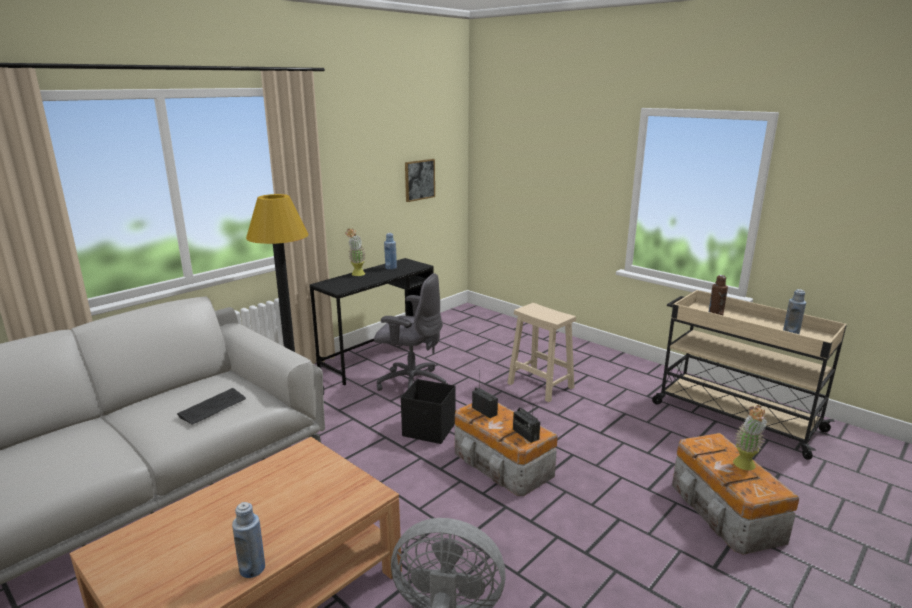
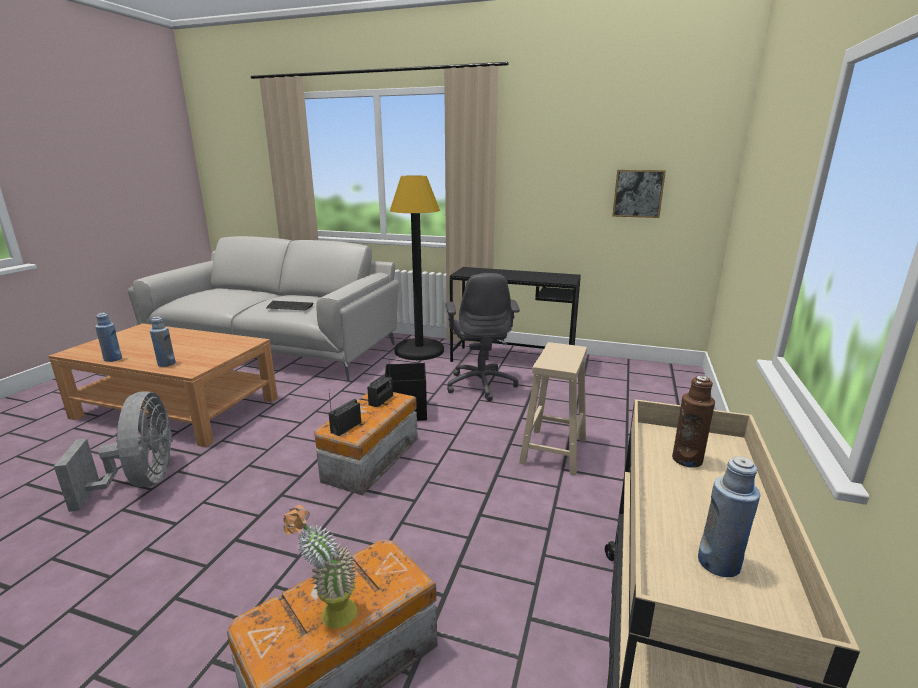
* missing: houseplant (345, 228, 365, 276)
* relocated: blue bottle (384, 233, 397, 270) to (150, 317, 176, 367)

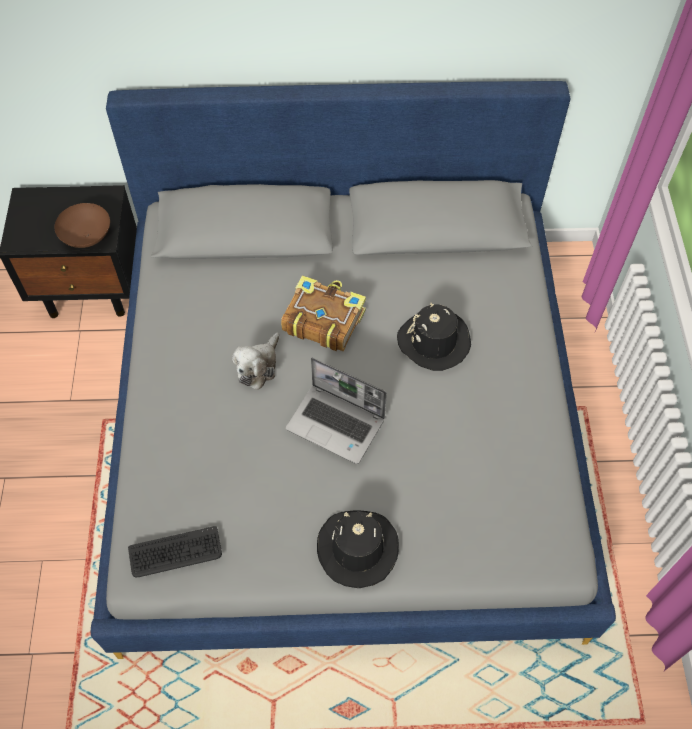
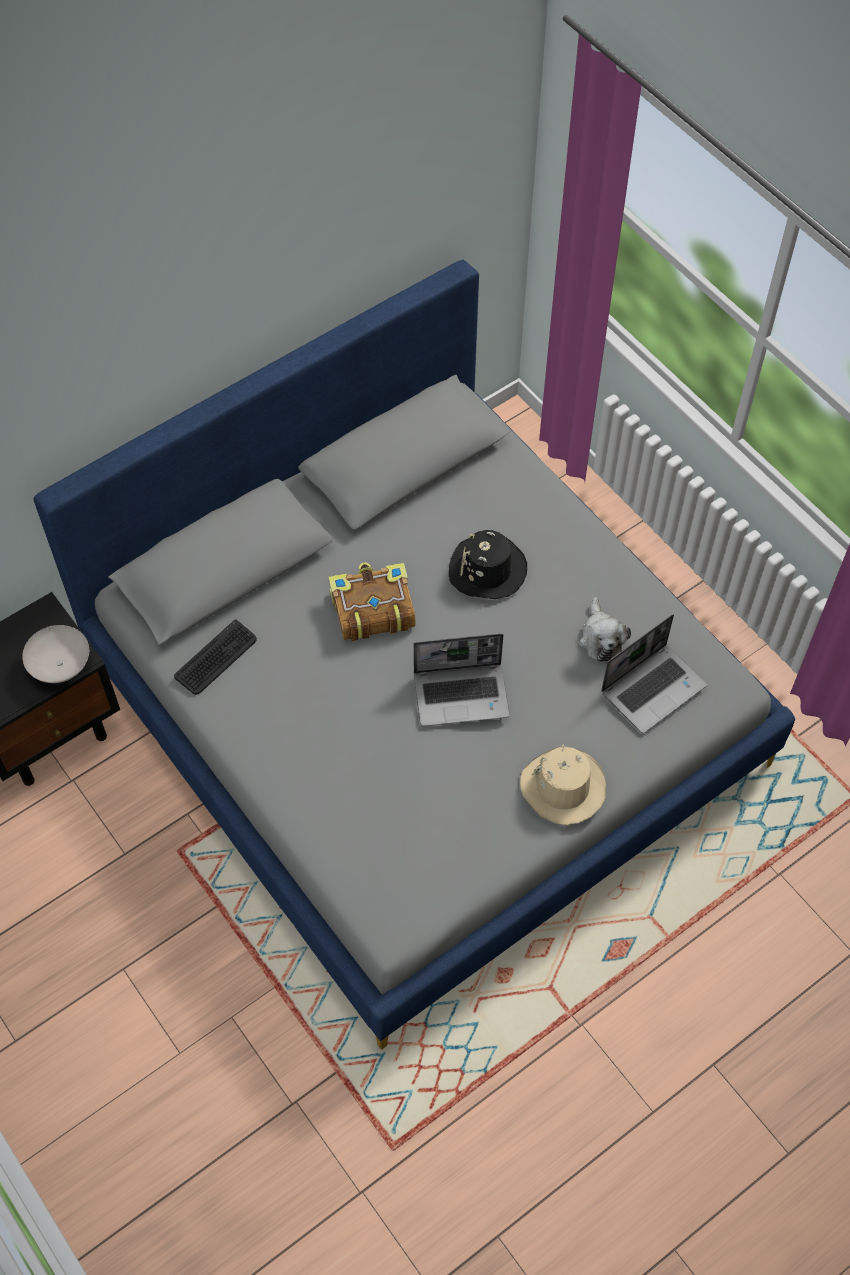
* appeared: portable computer (601, 614, 707, 733)
* relocated: keyboard (128, 526, 222, 577) to (174, 620, 257, 695)
* relocated: plush toy (232, 333, 279, 390) to (579, 597, 631, 662)
* colour: brown-coloured bowl (54, 203, 110, 248) to whitish bowl (22, 625, 89, 683)
* colour: blackish clothing hat (317, 511, 399, 588) to beige-coloured clothing hat (520, 744, 606, 825)

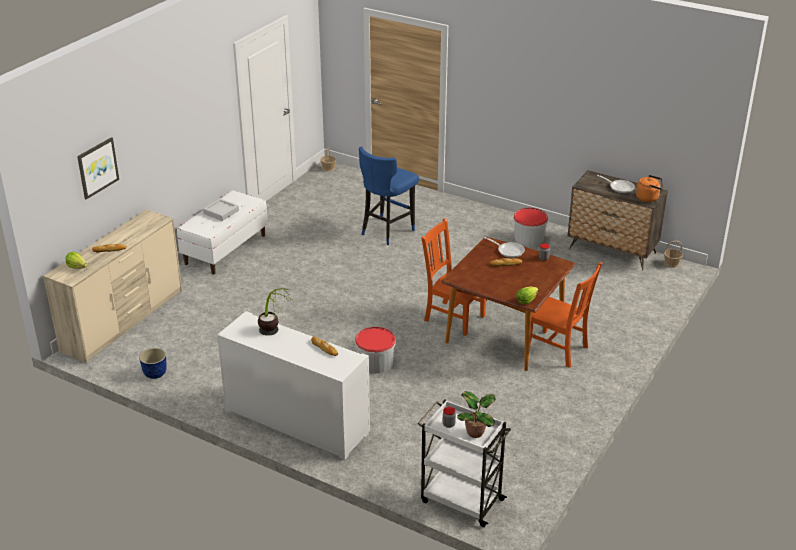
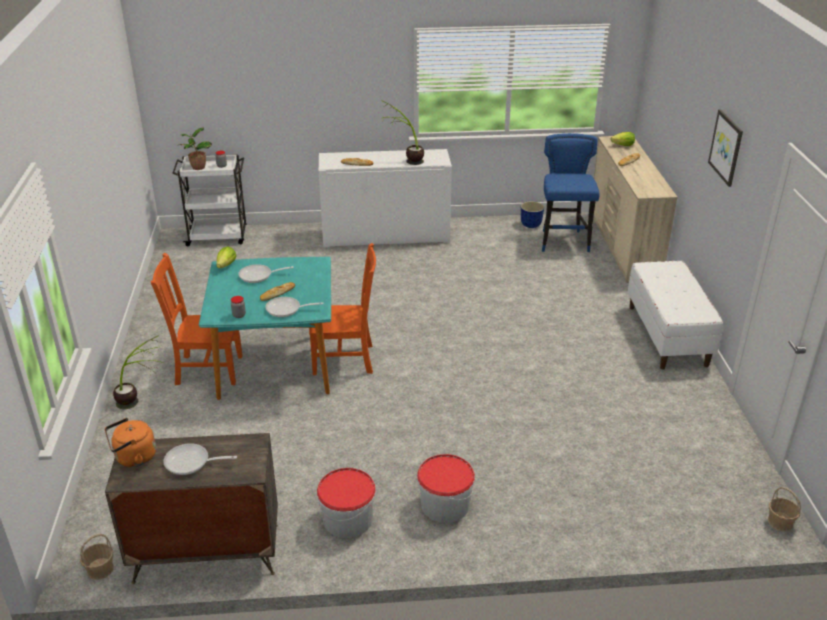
* missing: gray carrying tray (203, 199, 239, 221)
* appeared: houseplant (113, 335, 163, 409)
* appeared: skillet (238, 264, 293, 283)
* relocated: wall picture (77, 137, 119, 199) to (708, 109, 743, 187)
* relocated: water bucket (355, 327, 396, 374) to (417, 454, 475, 523)
* relocated: blue stool seat (359, 147, 419, 245) to (542, 133, 600, 252)
* colour: brown-coloured kitchen table (441, 237, 575, 371) to turquoise-coloured kitchen table (199, 257, 331, 400)

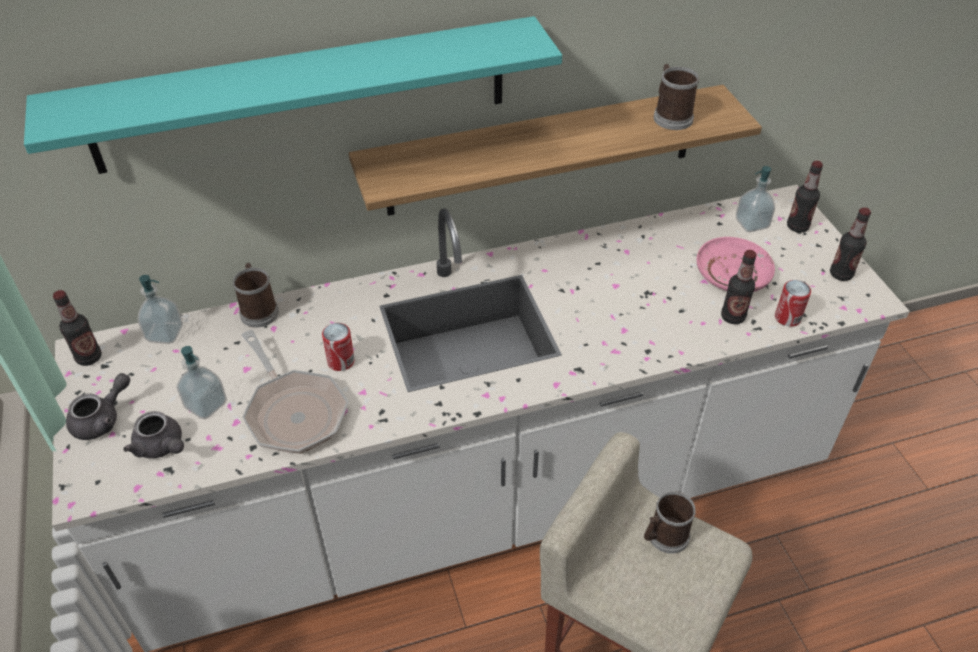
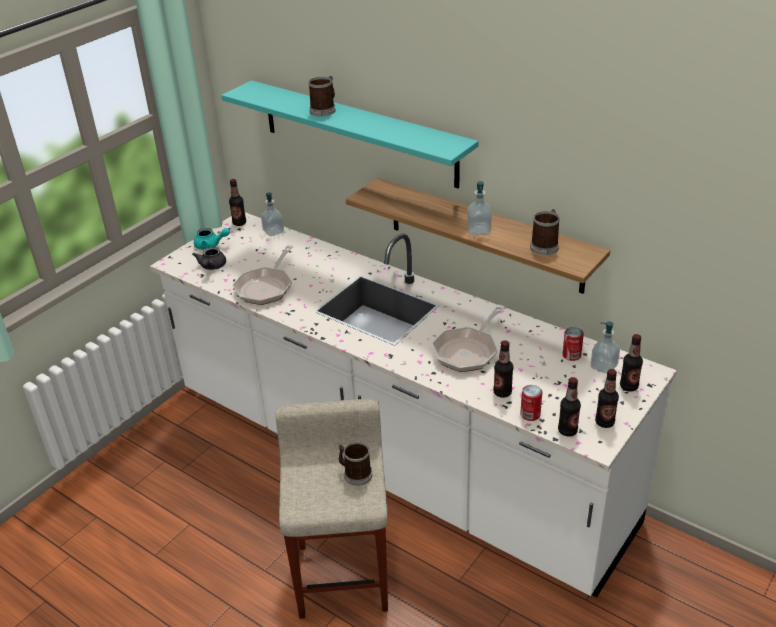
* missing: pink-coloured dinner plate (697, 237, 775, 292)
* appeared: skillet (432, 305, 505, 372)
* appeared: bottle (558, 377, 581, 436)
* relocated: liquid soap bottle (176, 346, 227, 419) to (467, 181, 492, 235)
* relocated: tea mug (233, 263, 279, 327) to (308, 76, 335, 116)
* relocated: sealed can (322, 323, 355, 371) to (562, 327, 584, 361)
* colour: gray tea pot (66, 373, 130, 440) to turquoise-coloured tea pot (194, 228, 230, 250)

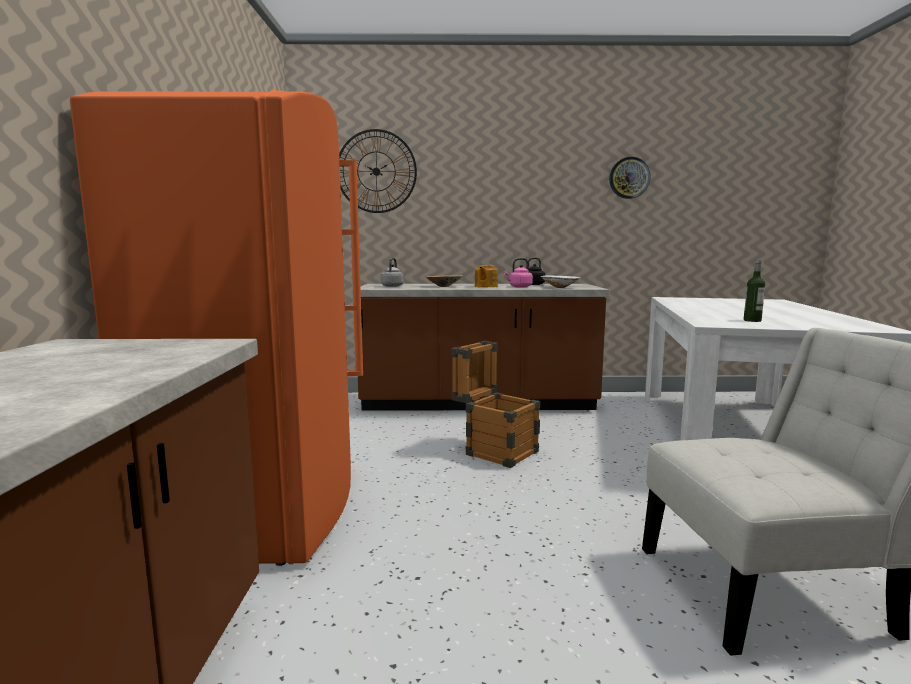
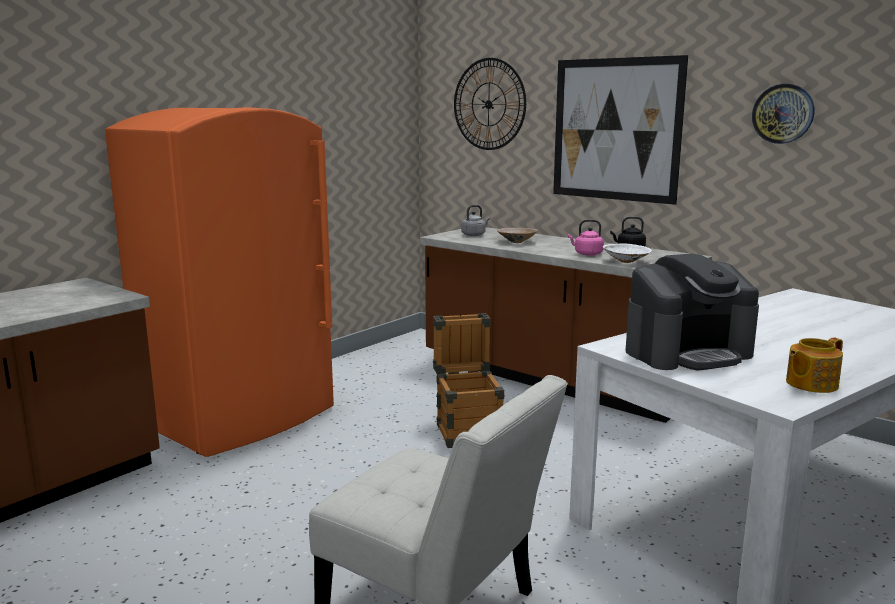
* appeared: wall picture (553, 55, 688, 205)
* relocated: tea pot (475, 265, 498, 287) to (786, 337, 843, 393)
* exchanged: bottle (744, 260, 765, 322) to coffee machine (626, 253, 759, 371)

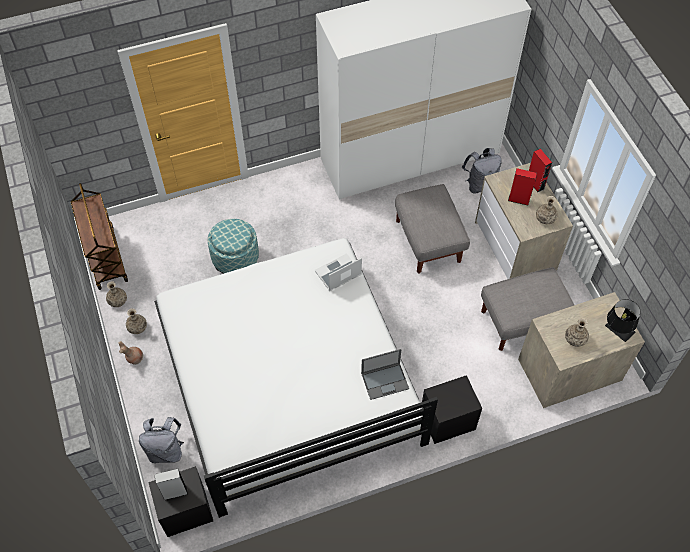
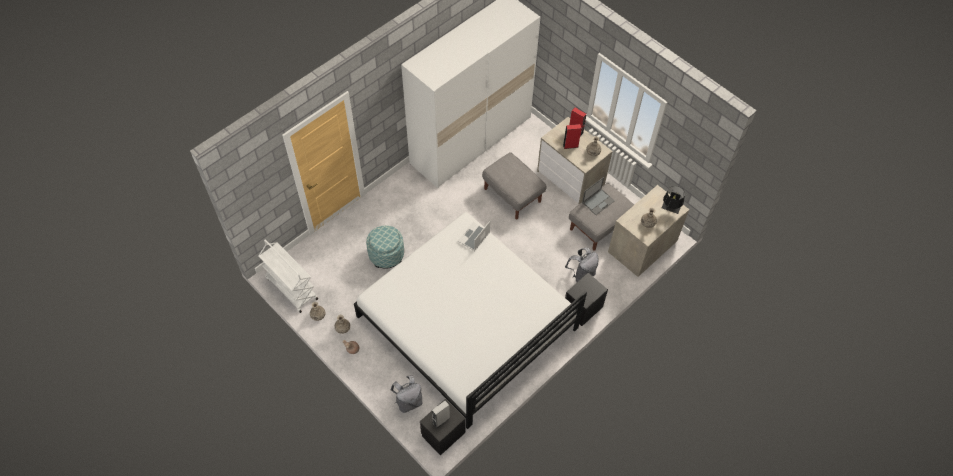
* relocated: portable computer (361, 349, 409, 400) to (582, 177, 615, 215)
* relocated: gray rucksack (462, 148, 502, 194) to (565, 247, 599, 282)
* colour: brown-coloured wheeled cart (71, 183, 128, 290) to whitish wheeled cart (259, 240, 318, 313)

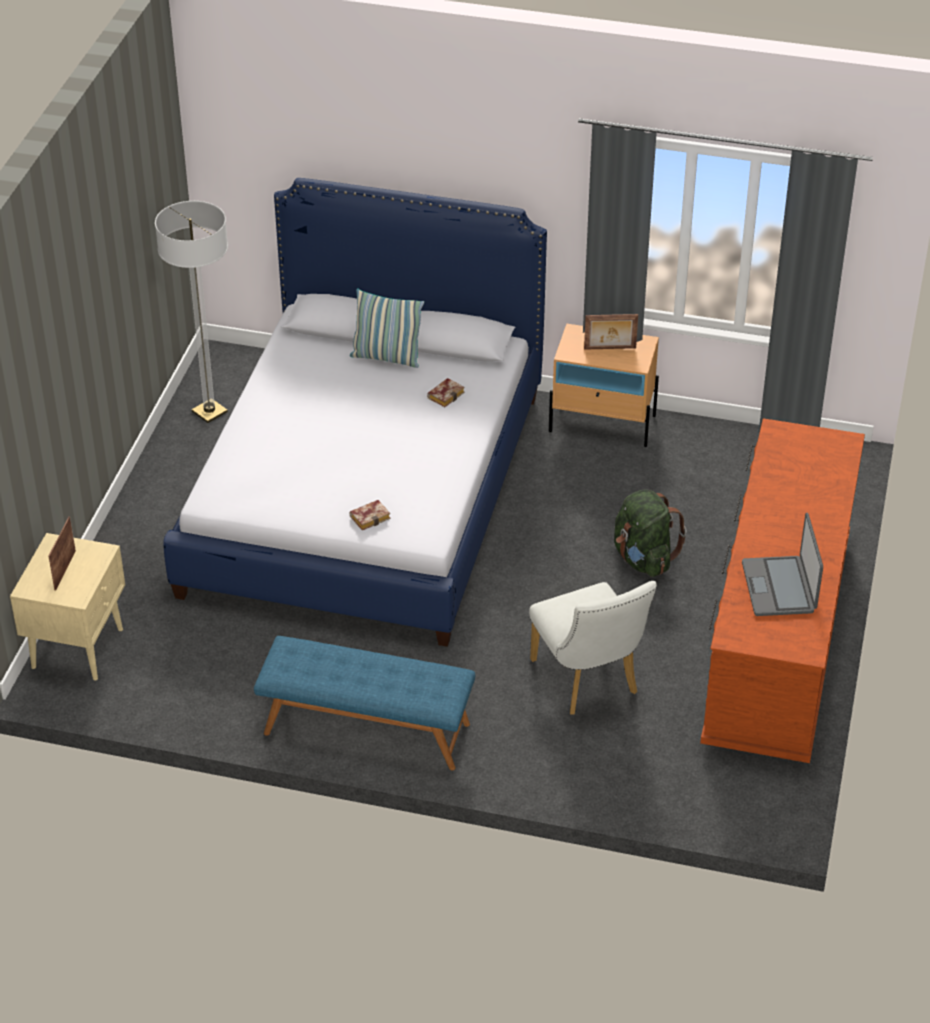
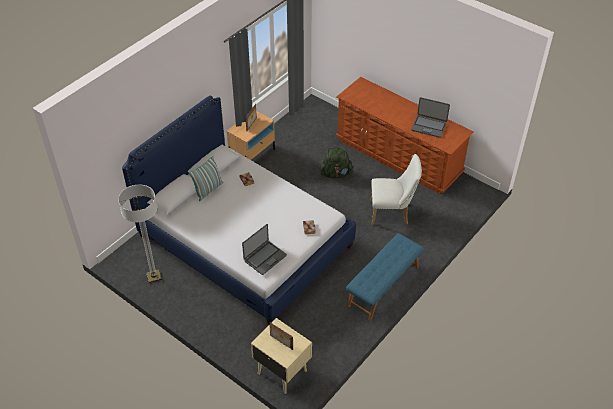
* appeared: portable computer (242, 224, 287, 275)

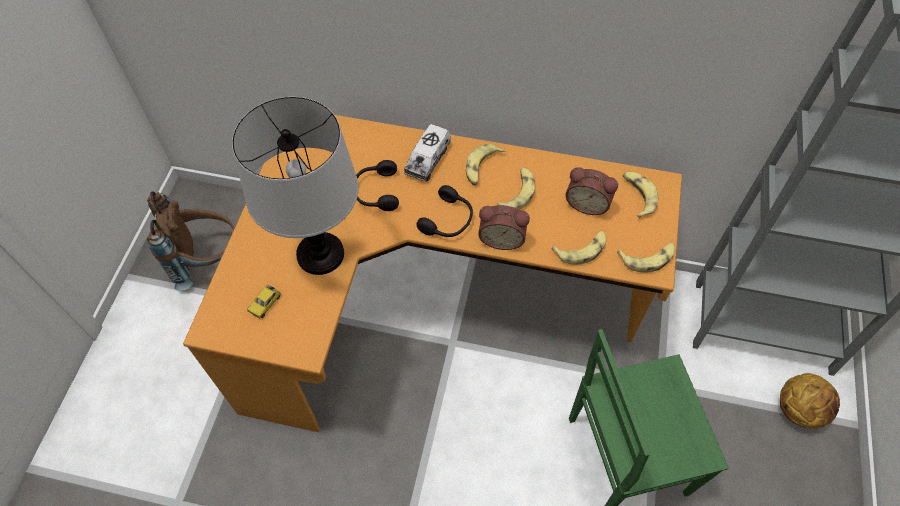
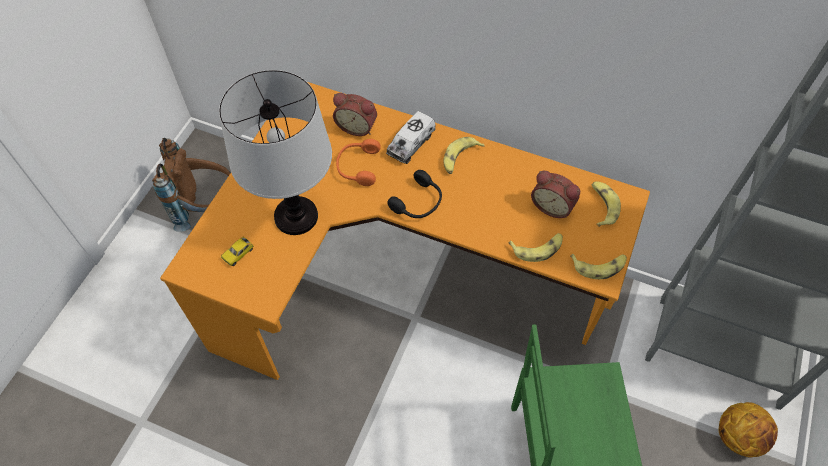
* missing: banana fruit (497, 168, 535, 210)
* relocated: table clock (478, 205, 530, 250) to (333, 93, 377, 136)
* colour: blackish pair of headphones (356, 160, 399, 211) to orange-coloured pair of headphones (336, 139, 381, 186)

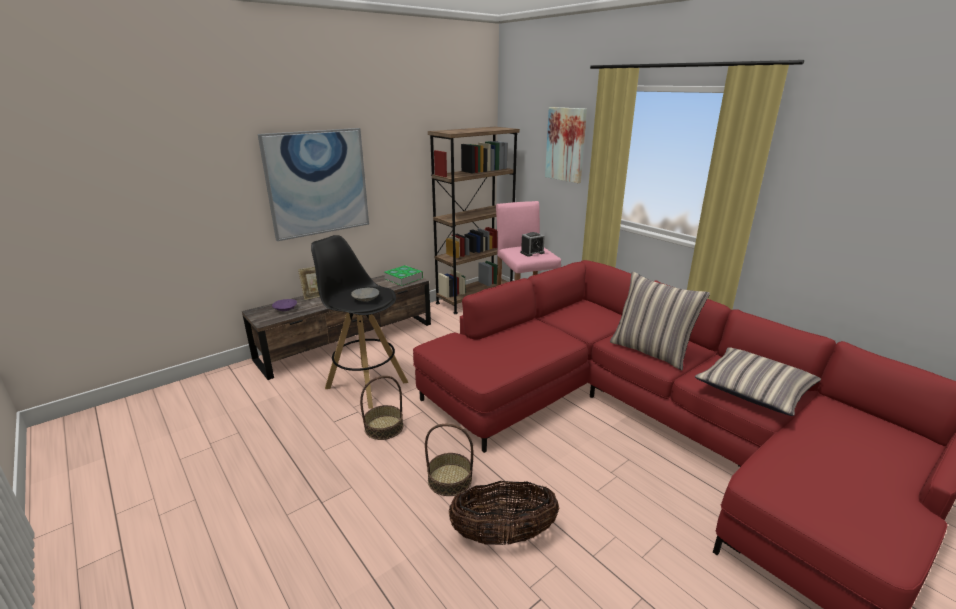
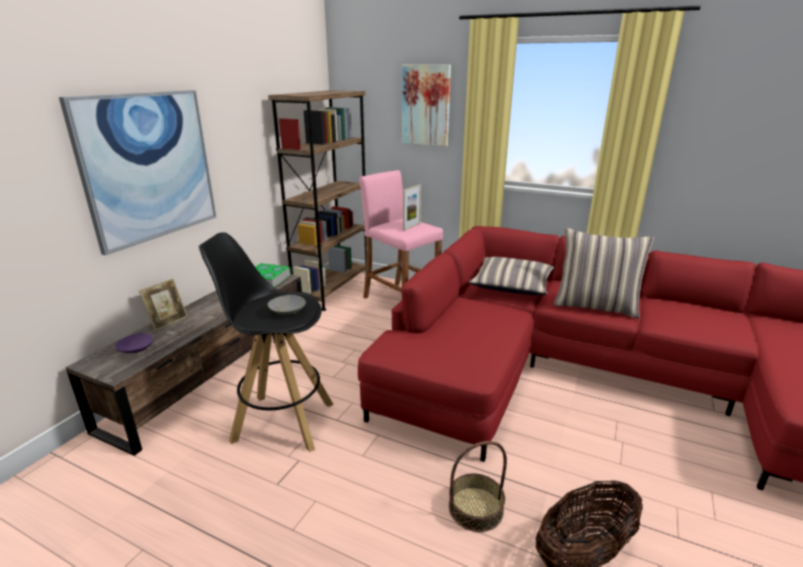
* missing: storage basket (360, 376, 403, 440)
* relocated: pillow (695, 347, 821, 416) to (469, 257, 554, 295)
* exchanged: table clock (520, 232, 545, 257) to photo frame (403, 185, 421, 231)

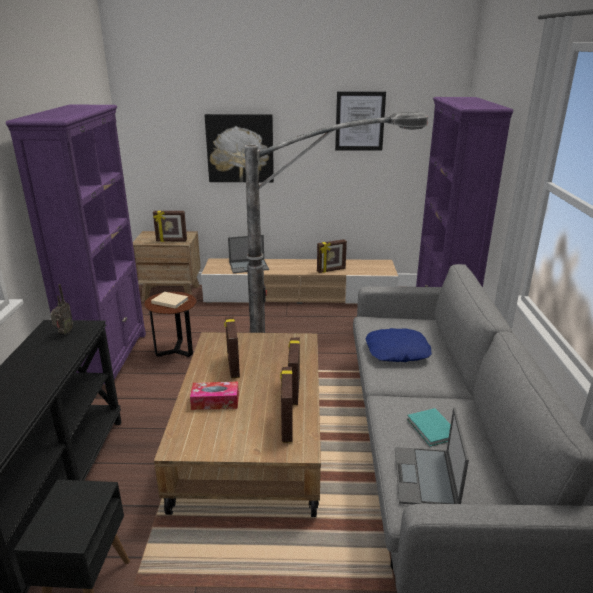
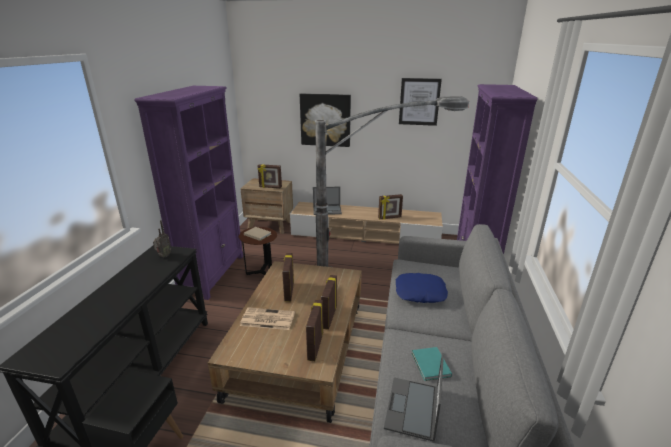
* exchanged: box of tissues (190, 382, 239, 410) to newspaper (240, 307, 295, 330)

